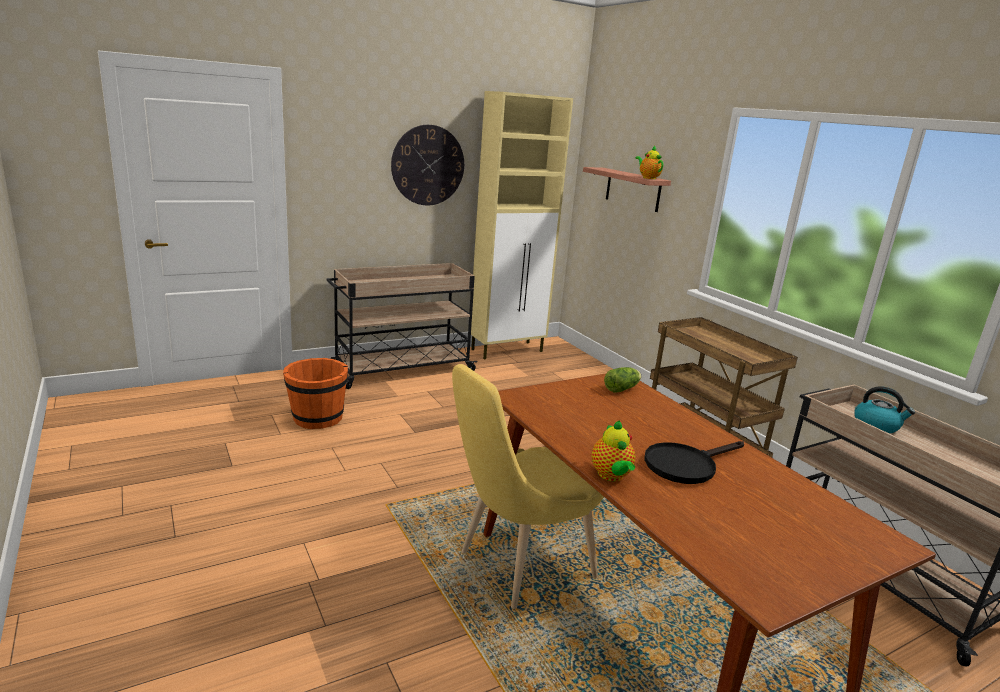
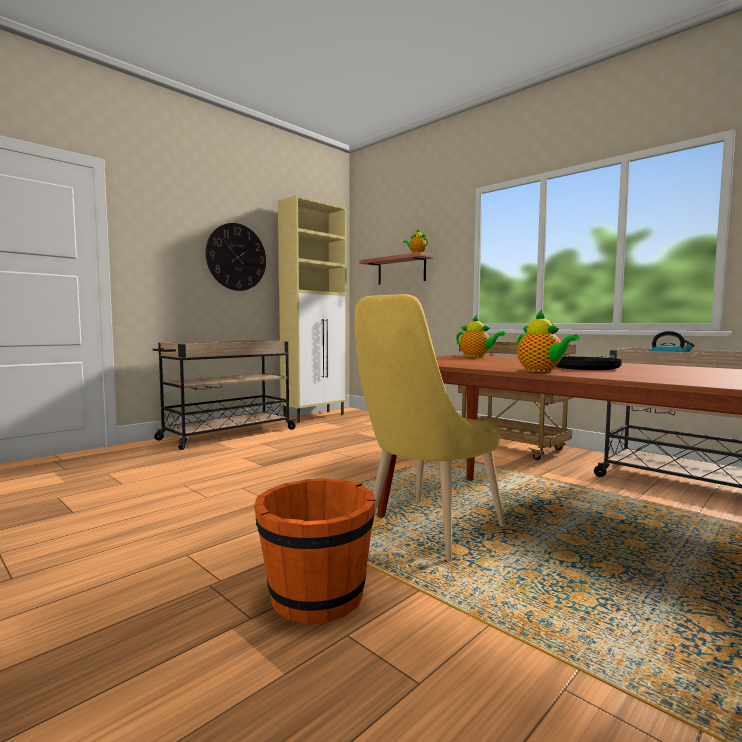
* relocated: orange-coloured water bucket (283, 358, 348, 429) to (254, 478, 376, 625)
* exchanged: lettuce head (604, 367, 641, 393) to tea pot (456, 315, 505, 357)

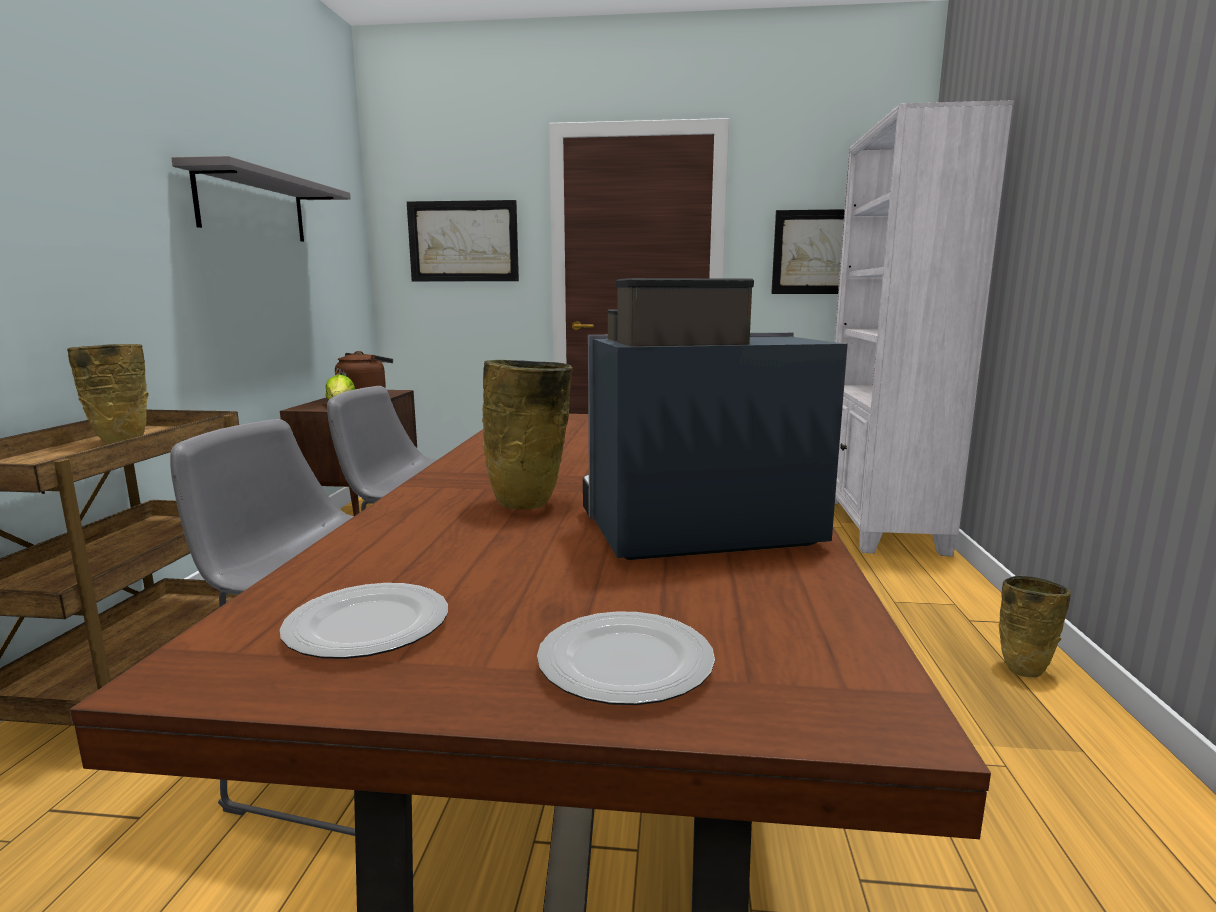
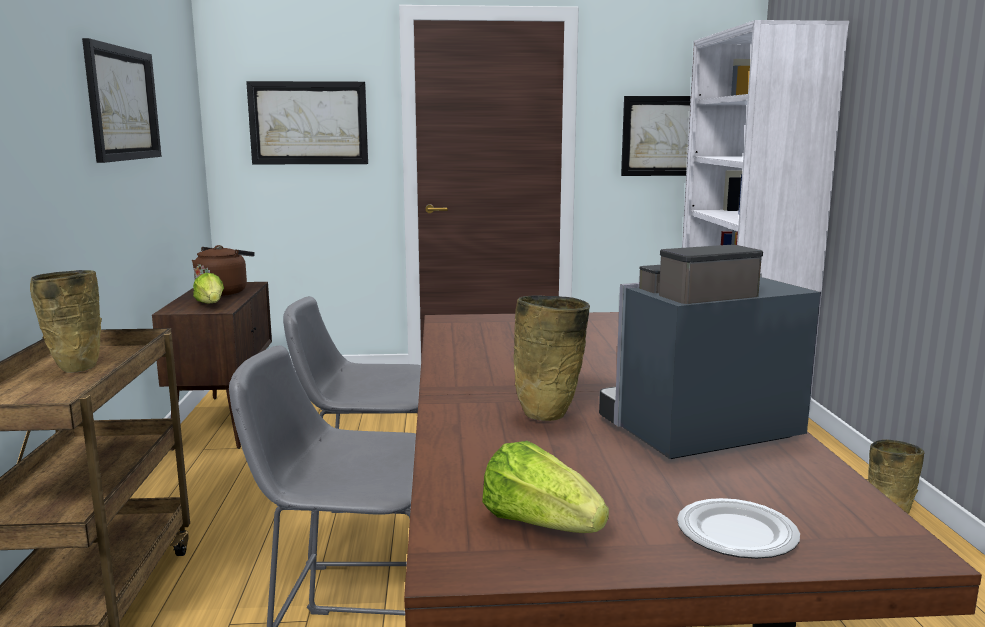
* exchanged: gray wall shelf (171, 156, 351, 242) to wall picture (82, 38, 162, 163)
* exchanged: dinner plate (280, 583, 448, 659) to lettuce head (482, 441, 609, 533)

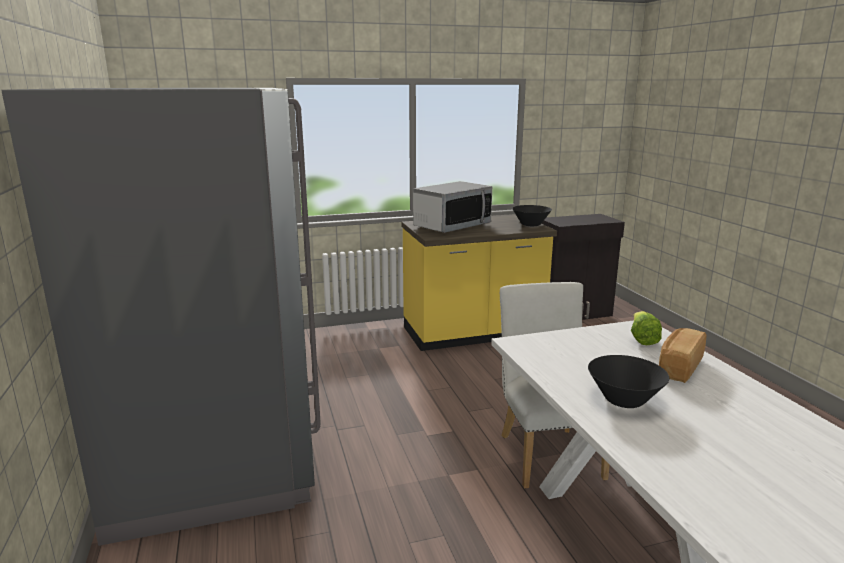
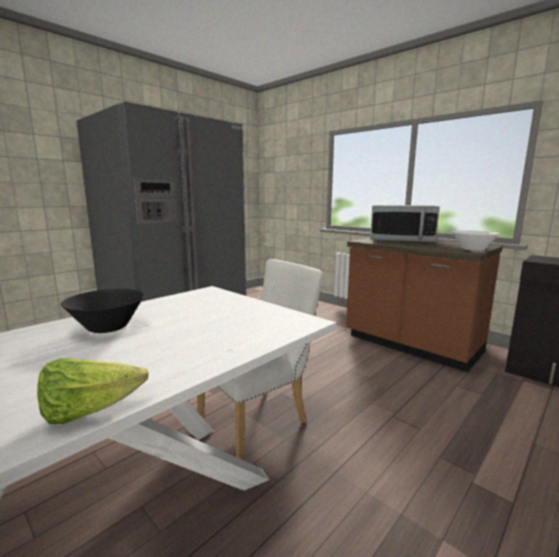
* missing: baked bread (659, 328, 707, 383)
* relocated: lettuce head (631, 311, 662, 345) to (37, 358, 149, 424)
* colour: yellowish kitchen base unit (402, 214, 557, 351) to brown-coloured kitchen base unit (346, 238, 503, 372)
* colour: blackish bowl (512, 205, 552, 226) to whitish bowl (452, 230, 499, 251)

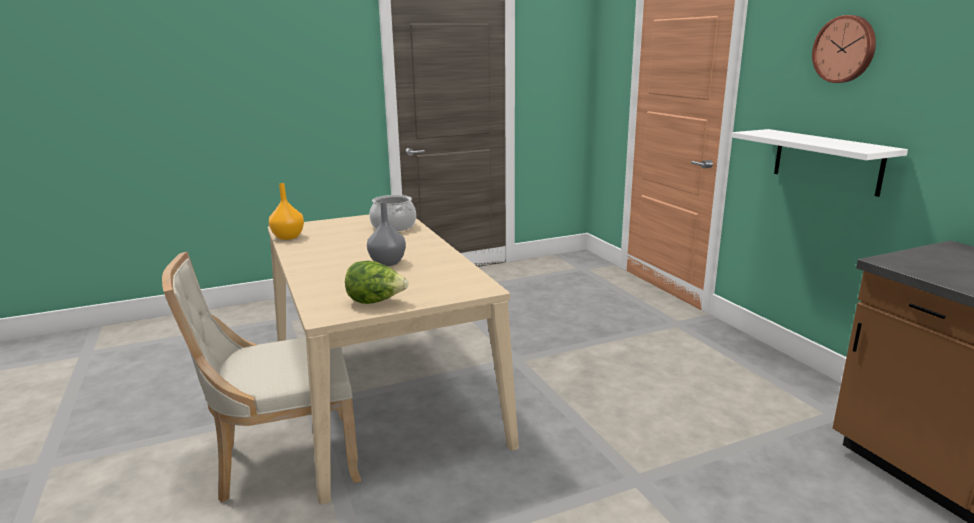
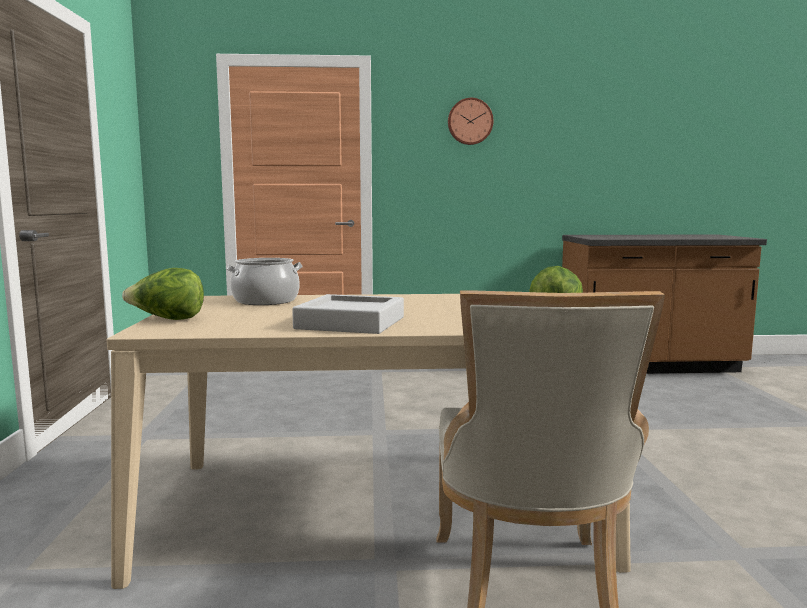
* missing: orange-coloured vase (269, 183, 304, 240)
* missing: gray vase (367, 202, 406, 266)
* missing: whitish wall shelf (732, 129, 908, 197)
* appeared: lettuce head (122, 268, 204, 320)
* appeared: gray carrying tray (292, 294, 404, 334)

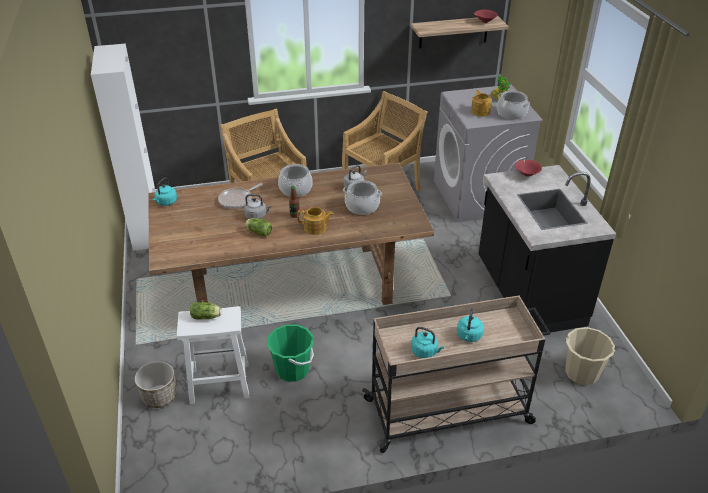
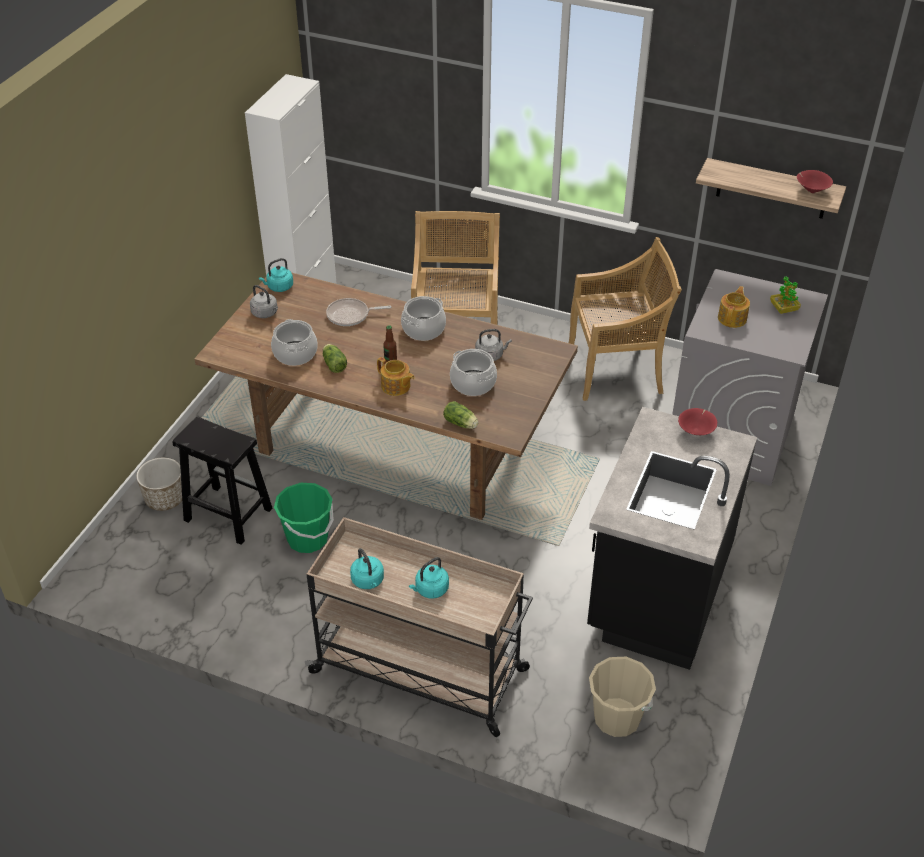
* relocated: lettuce head (190, 302, 222, 320) to (443, 401, 479, 429)
* relocated: gray water kettle (244, 194, 272, 219) to (250, 285, 278, 318)
* relocated: saucepot (497, 91, 530, 120) to (271, 319, 318, 366)
* colour: whitish stool seat (177, 306, 249, 404) to blackish stool seat (172, 417, 272, 545)

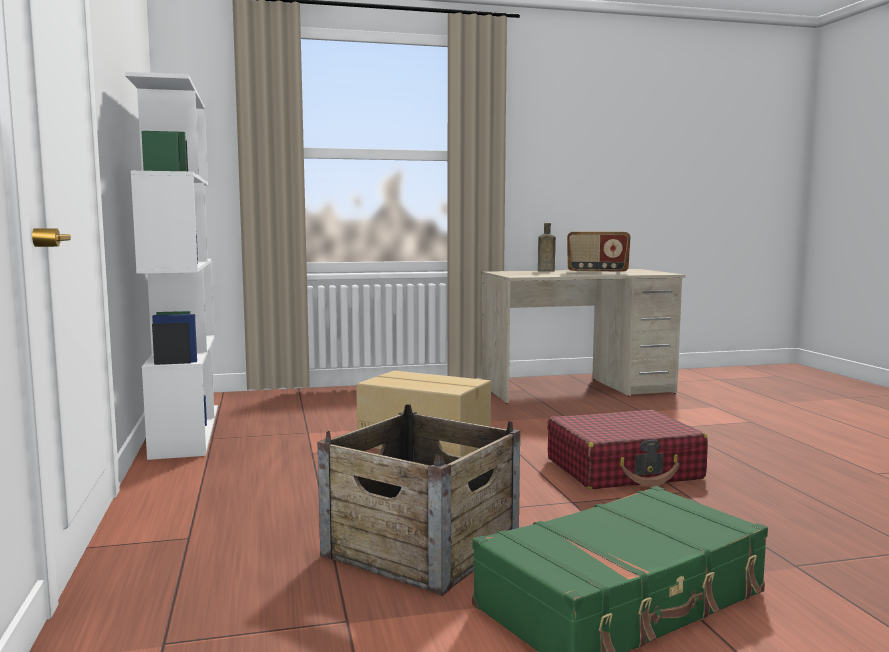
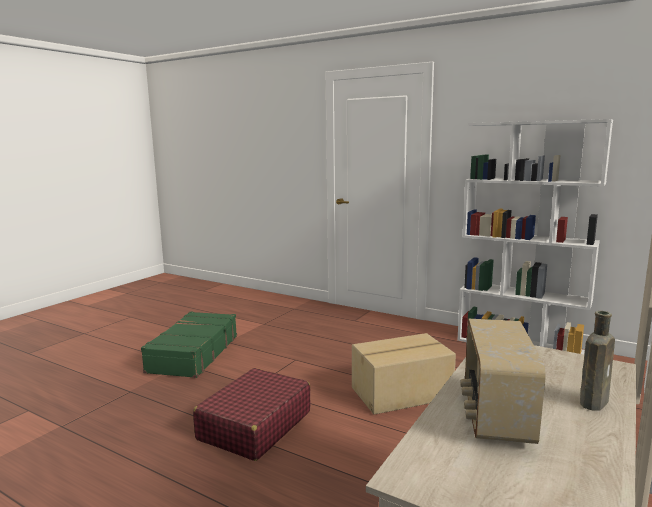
* missing: packing crate (318, 404, 520, 596)
* spun: radio set (567, 231, 631, 274) = (460, 319, 546, 444) 45 degrees counterclockwise

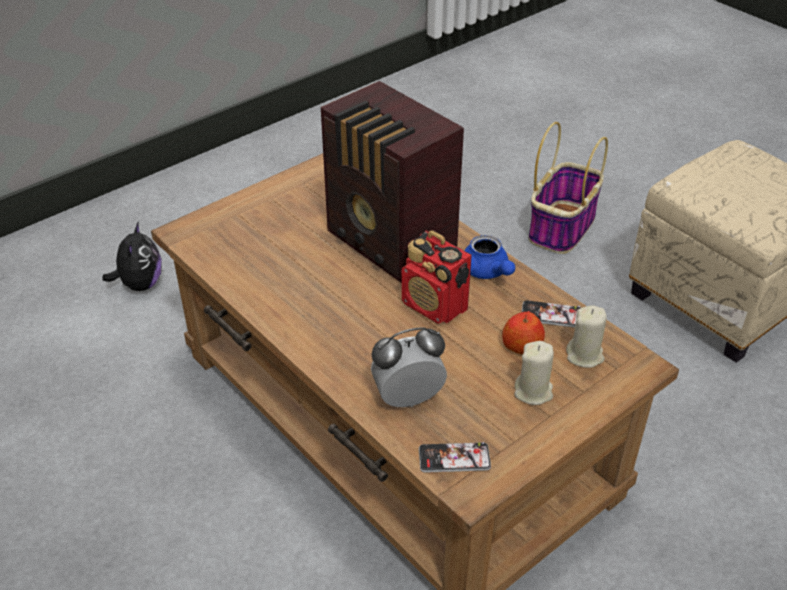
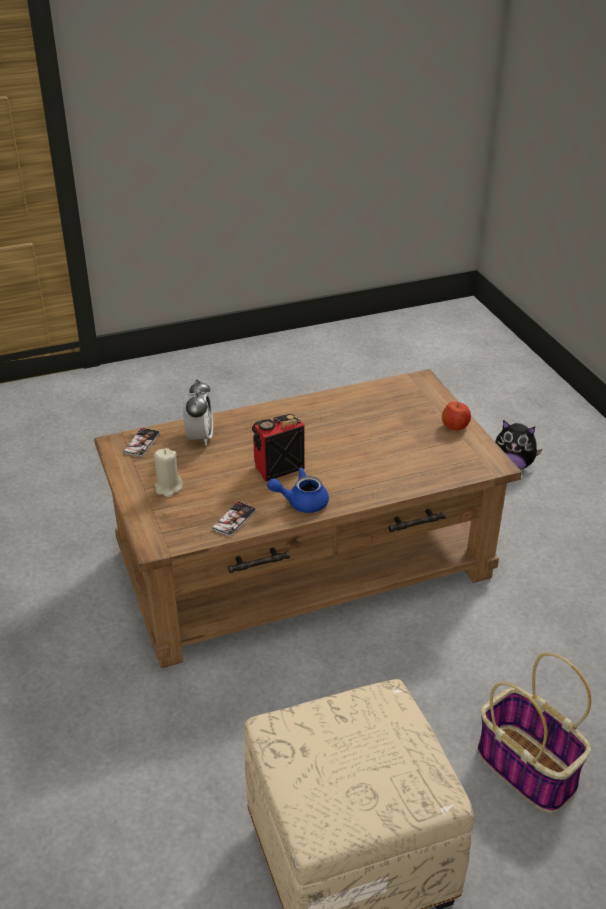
* missing: radio set (320, 81, 464, 283)
* missing: beige-coloured wax candle (566, 305, 607, 368)
* relocated: apple fruit (502, 312, 545, 354) to (442, 402, 471, 431)

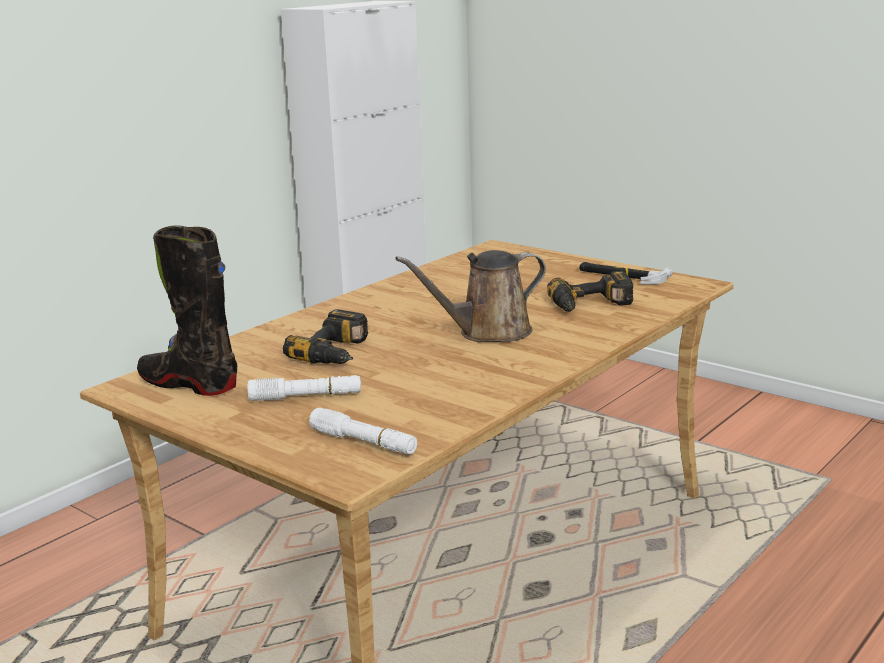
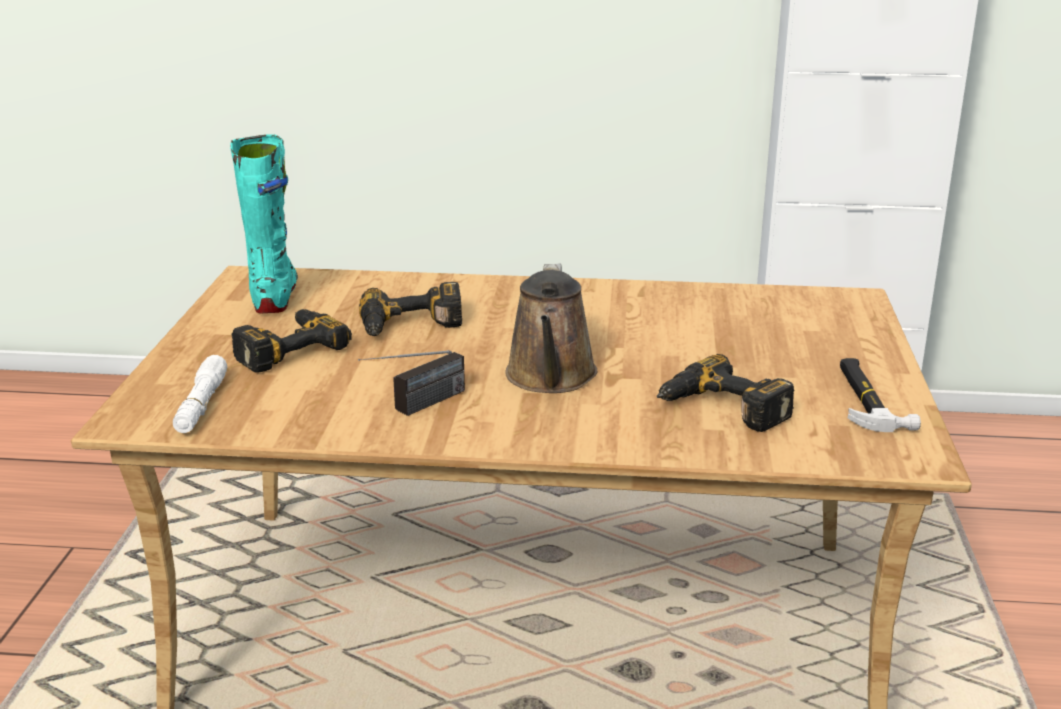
* appeared: radio set (358, 350, 465, 416)
* exchanged: whitish flashlight (248, 375, 361, 401) to power drill (232, 309, 352, 373)
* colour: blackish tall boot (137, 225, 237, 396) to turquoise-coloured tall boot (230, 134, 298, 313)
* spun: brown-coloured sprinkling can (395, 250, 546, 342) = (505, 264, 597, 393) 120 degrees counterclockwise

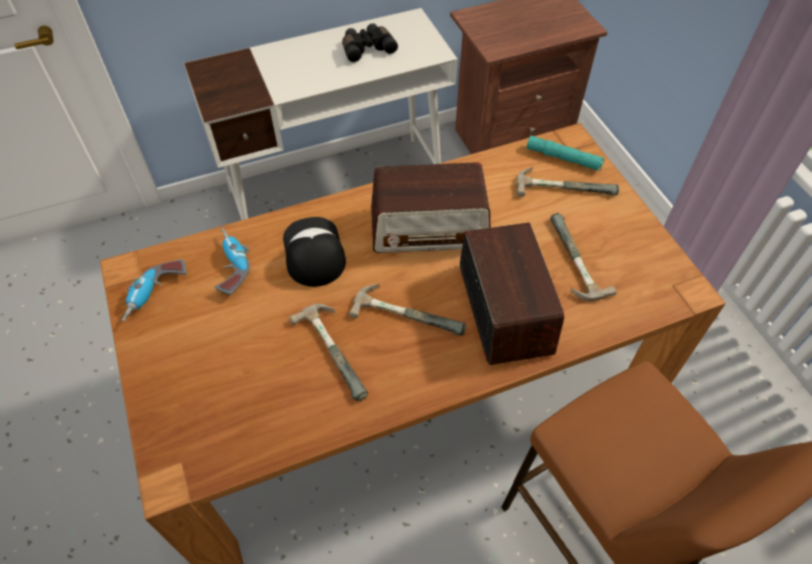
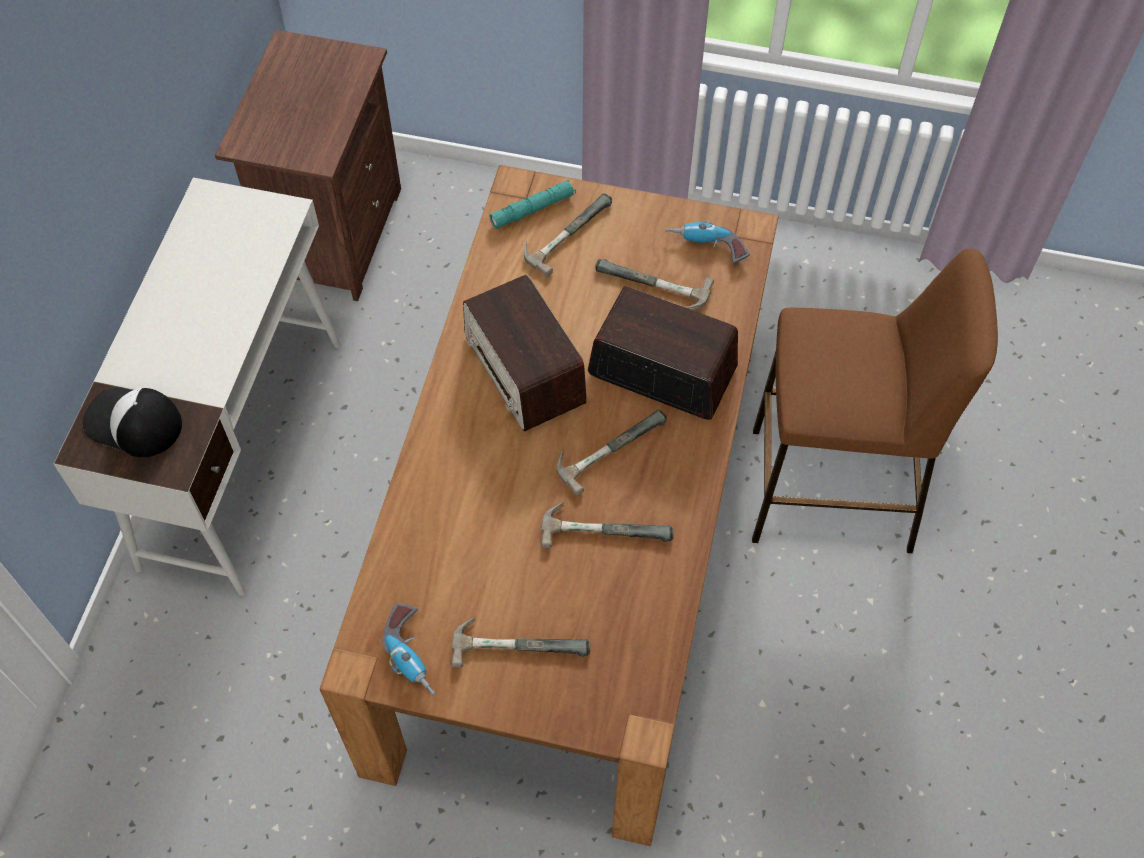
* missing: blackish binoculars (342, 23, 398, 62)
* appeared: tool hammer (451, 617, 590, 668)
* relocated: power drill (215, 228, 250, 295) to (665, 221, 750, 263)
* relocated: peaked cap (283, 217, 346, 287) to (82, 388, 182, 457)
* spun: radio set (371, 162, 490, 253) = (463, 275, 587, 431) 120 degrees clockwise

